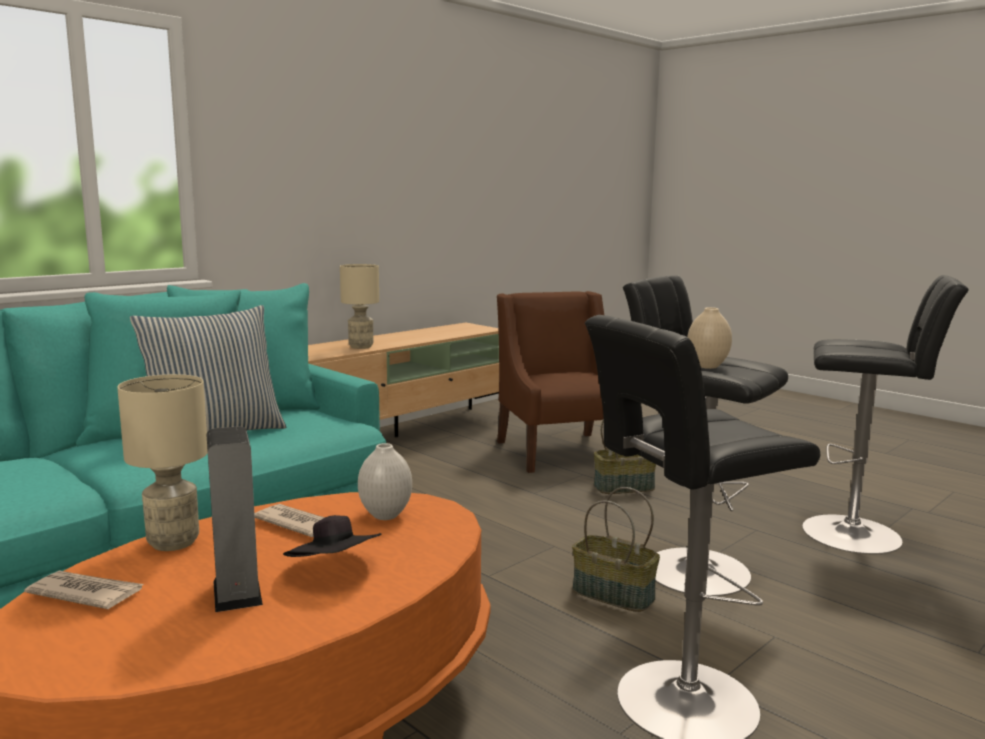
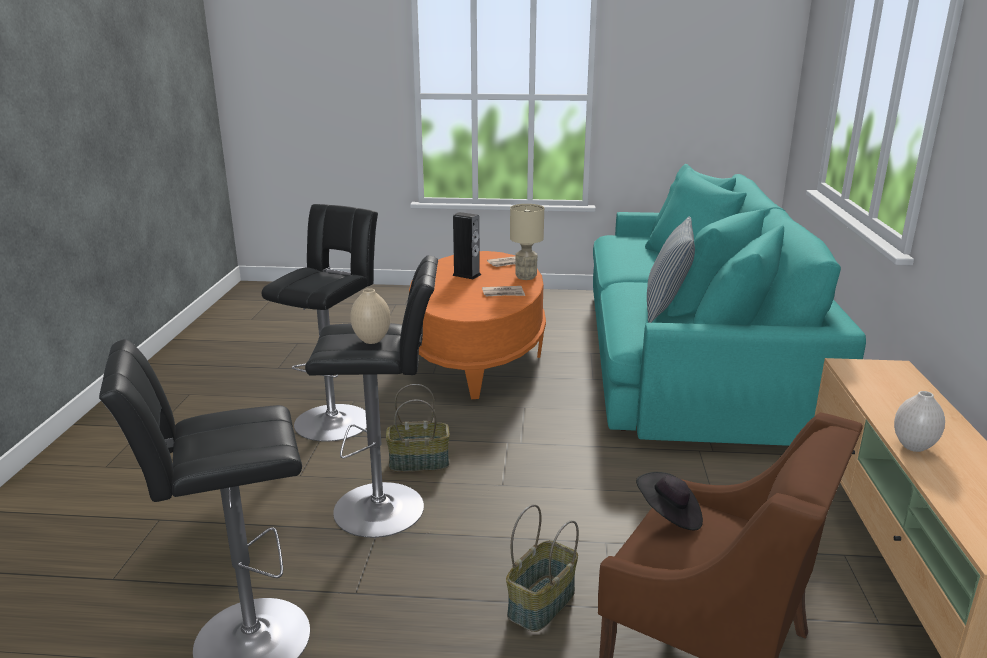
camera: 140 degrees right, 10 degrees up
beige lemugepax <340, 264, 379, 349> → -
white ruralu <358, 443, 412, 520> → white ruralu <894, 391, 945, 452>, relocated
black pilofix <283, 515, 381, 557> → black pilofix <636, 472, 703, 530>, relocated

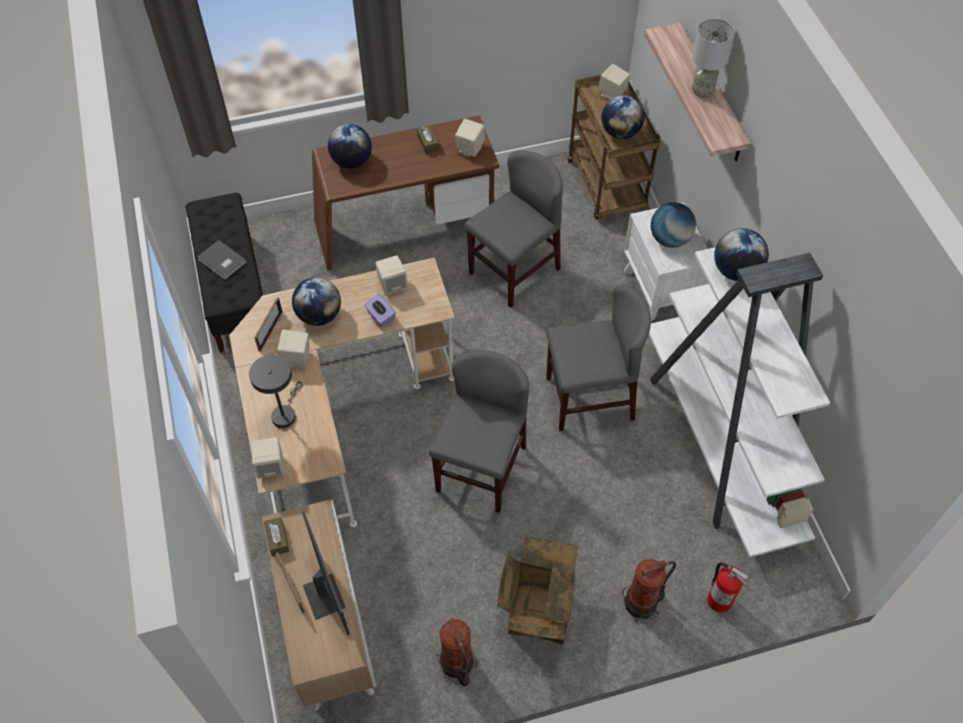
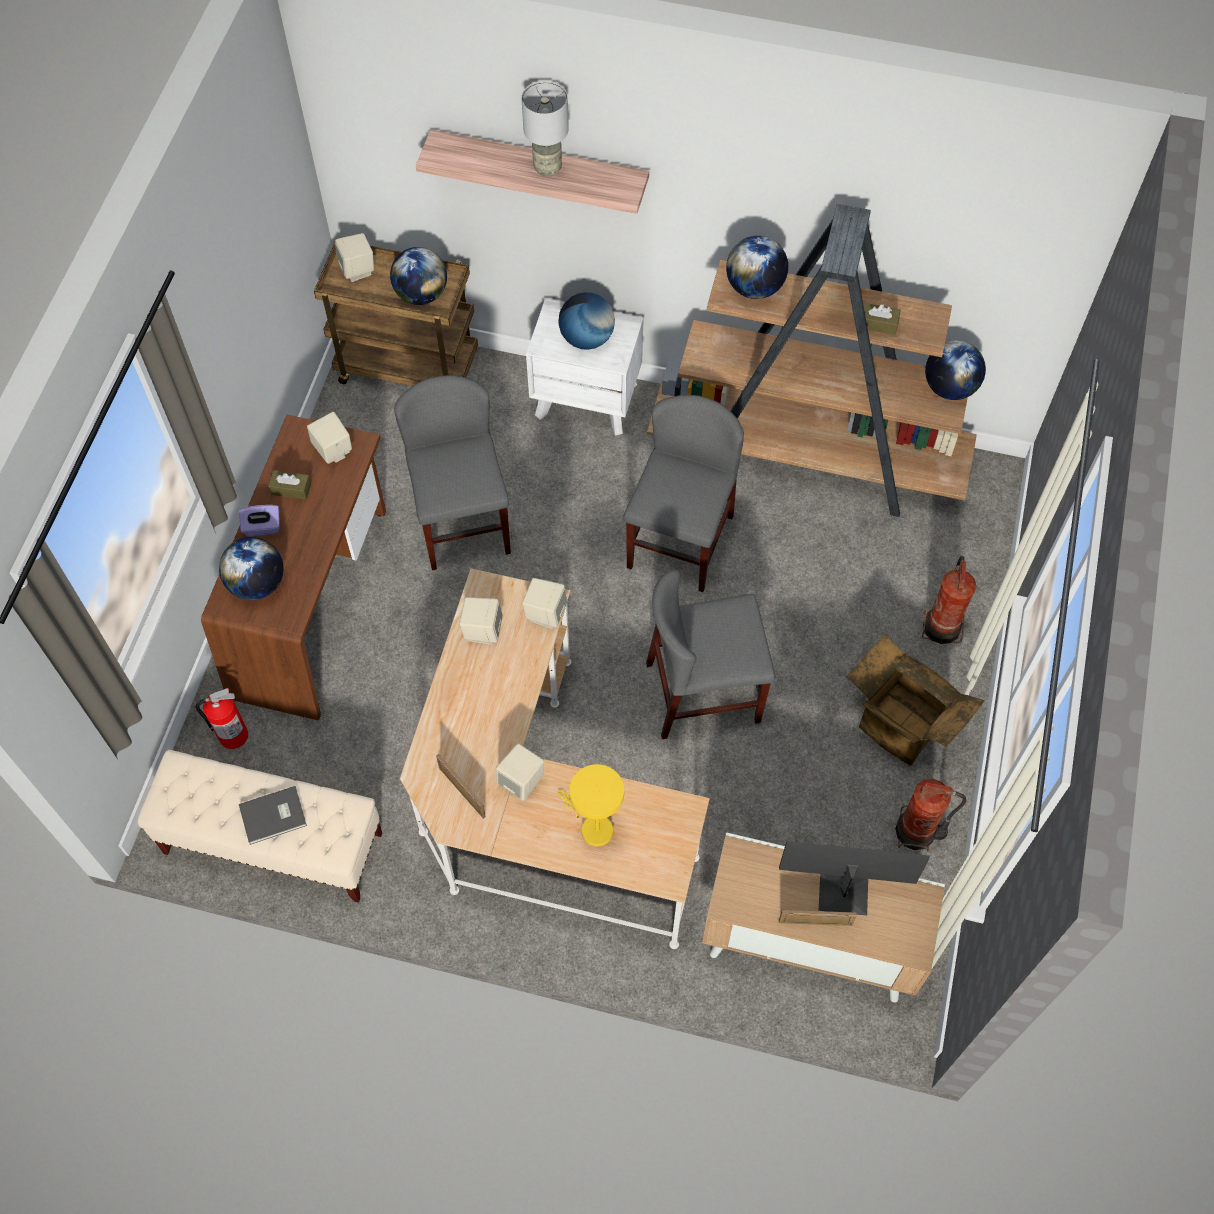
camera: 60 degrees left, 5 degrees up
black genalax <186, 193, 263, 352> → beige genalax <138, 750, 382, 903>
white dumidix <649, 247, 830, 558> → brown dumidix <647, 204, 977, 517>
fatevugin <292, 277, 341, 326> → fatevugin <925, 340, 986, 400>, relocated
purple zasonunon <364, 293, 396, 327> → purple zasonunon <239, 505, 280, 536>, relocated
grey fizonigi <429, 350, 529, 513> → grey fizonigi <646, 569, 775, 739>, 60 degrees counterclockwise
grey lemugepax <249, 355, 303, 428> → yellow lemugepax <558, 764, 624, 846>
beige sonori <252, 437, 285, 478> → beige sonori <522, 578, 567, 629>, relocated
brown zasonunon <264, 517, 289, 556> → brown zasonunon <863, 303, 901, 335>, relocated
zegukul <707, 562, 748, 613> → zegukul <196, 688, 248, 749>, relocated

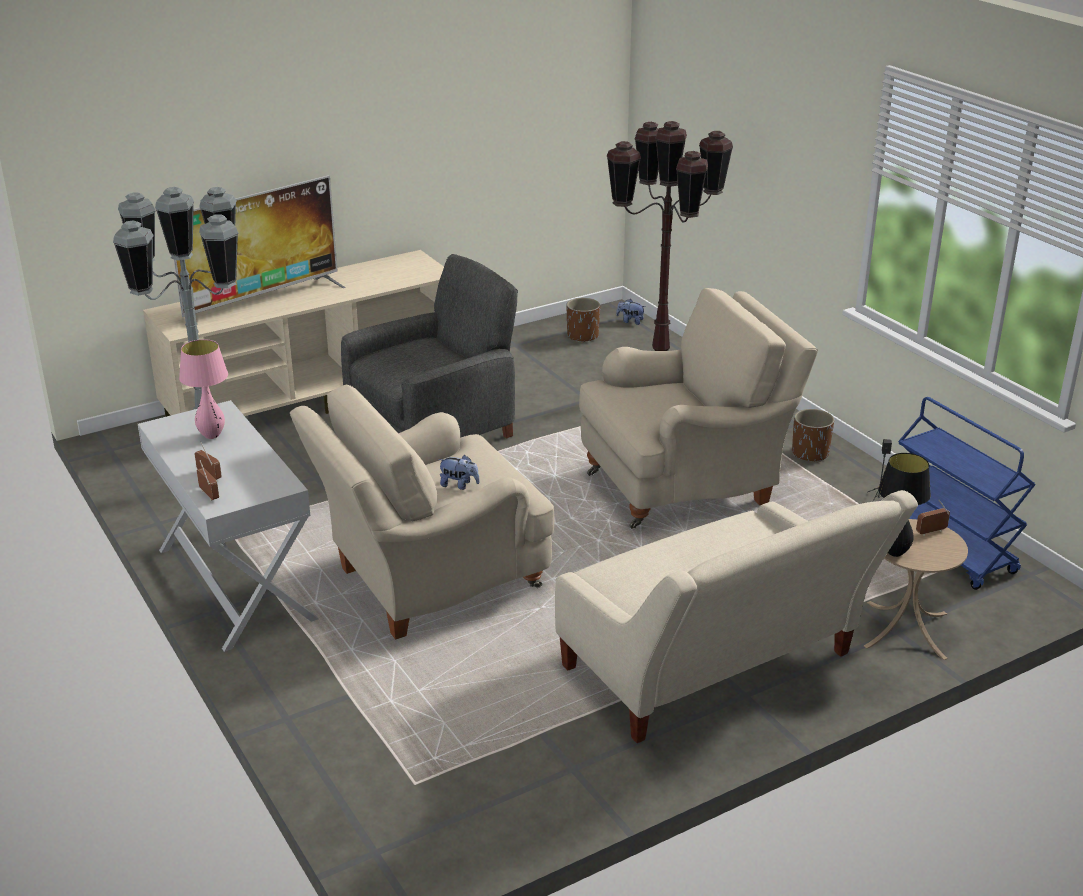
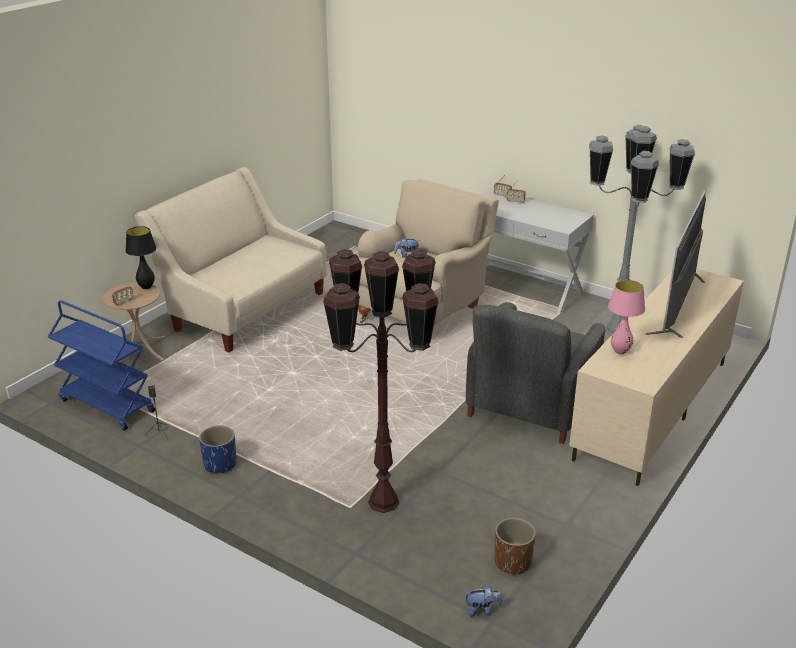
camera: 155 degrees right, 0 degrees up
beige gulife <579, 288, 818, 529> → -
pink lemugepax <179, 339, 228, 439> → pink lemugepax <608, 280, 645, 355>, relocated
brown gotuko <792, 409, 834, 463> → blue gotuko <199, 425, 236, 473>

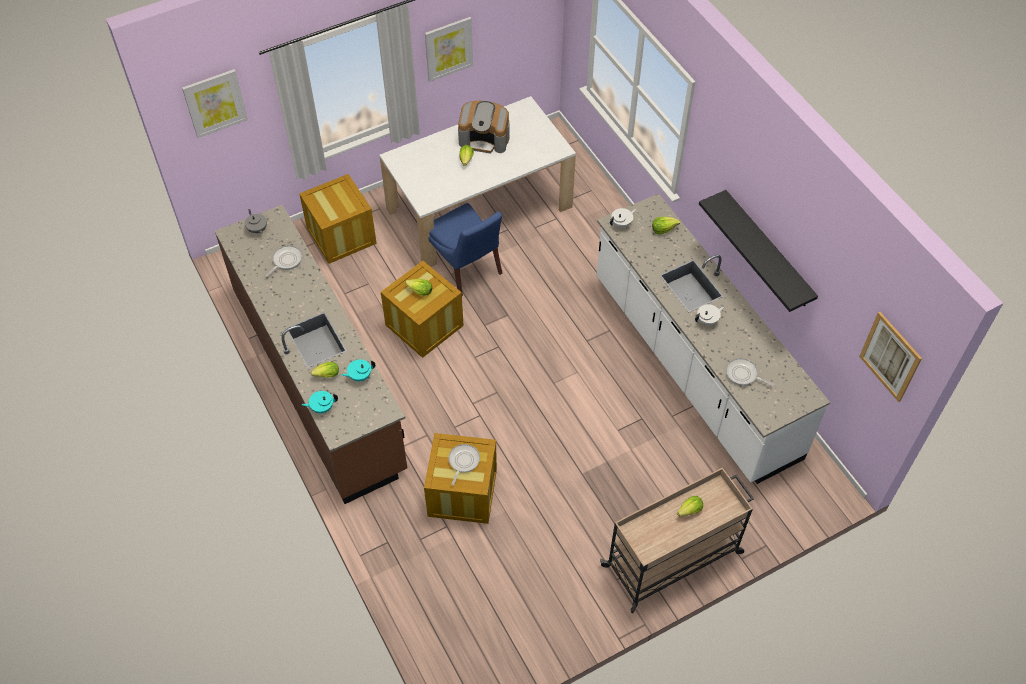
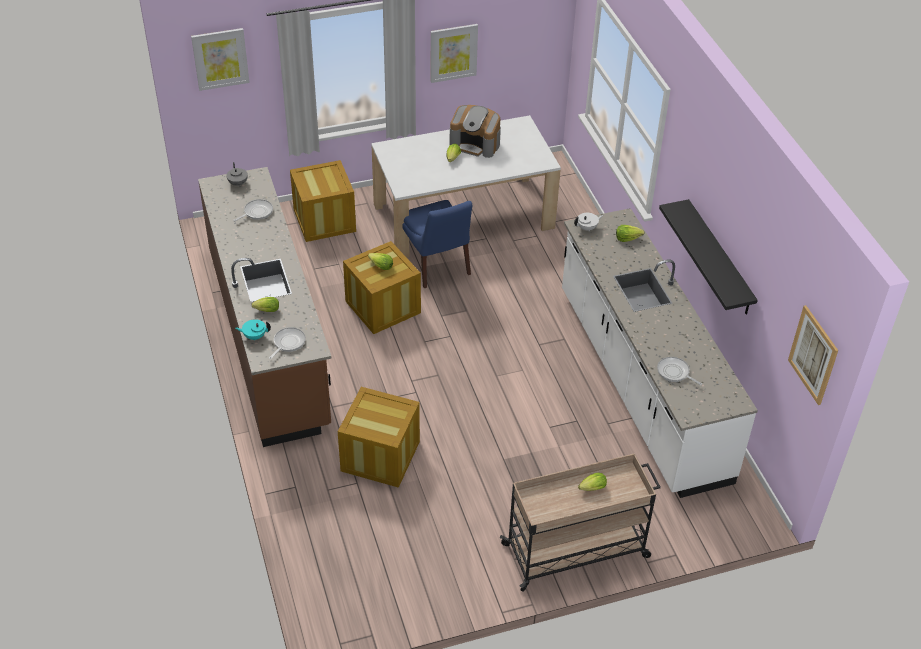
camera: 10 degrees right, 10 degrees down
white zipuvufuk <695, 304, 724, 326> → -
turquoise zipuvufuk <341, 359, 375, 381> → -
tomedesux <448, 444, 480, 486> → tomedesux <269, 327, 306, 359>, relocated

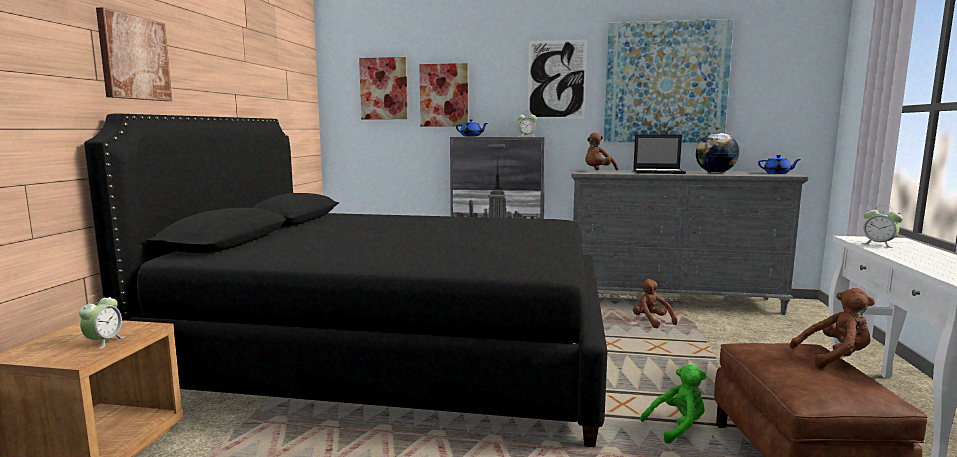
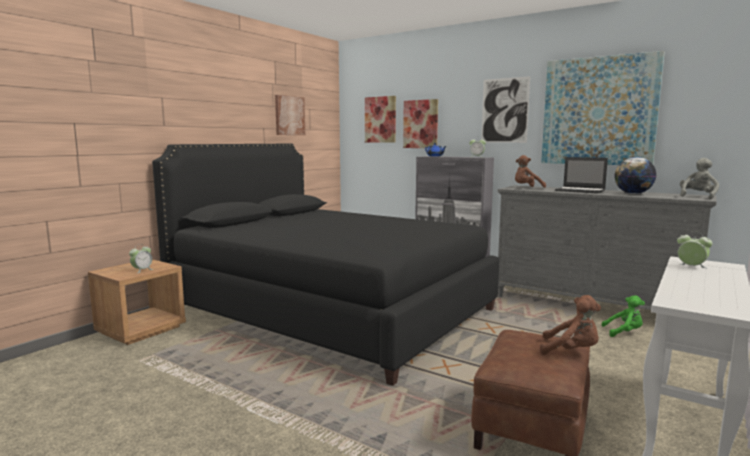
camera: 25 degrees right, 0 degrees up
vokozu <96, 7, 172, 101> → vokozu <275, 95, 305, 135>, relocated
blue zipuvufuk <758, 155, 801, 174> → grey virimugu <680, 158, 719, 200>
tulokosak <861, 205, 903, 248> → tulokosak <677, 231, 713, 268>, 150 degrees clockwise
brown virimugu <633, 279, 678, 328> → -
green virimugu <640, 364, 706, 444> → green virimugu <602, 295, 645, 337>, relocated

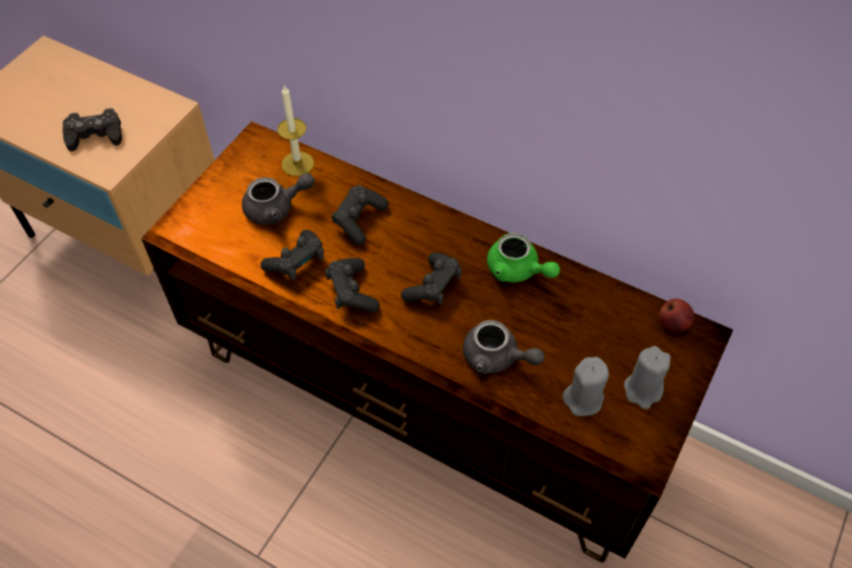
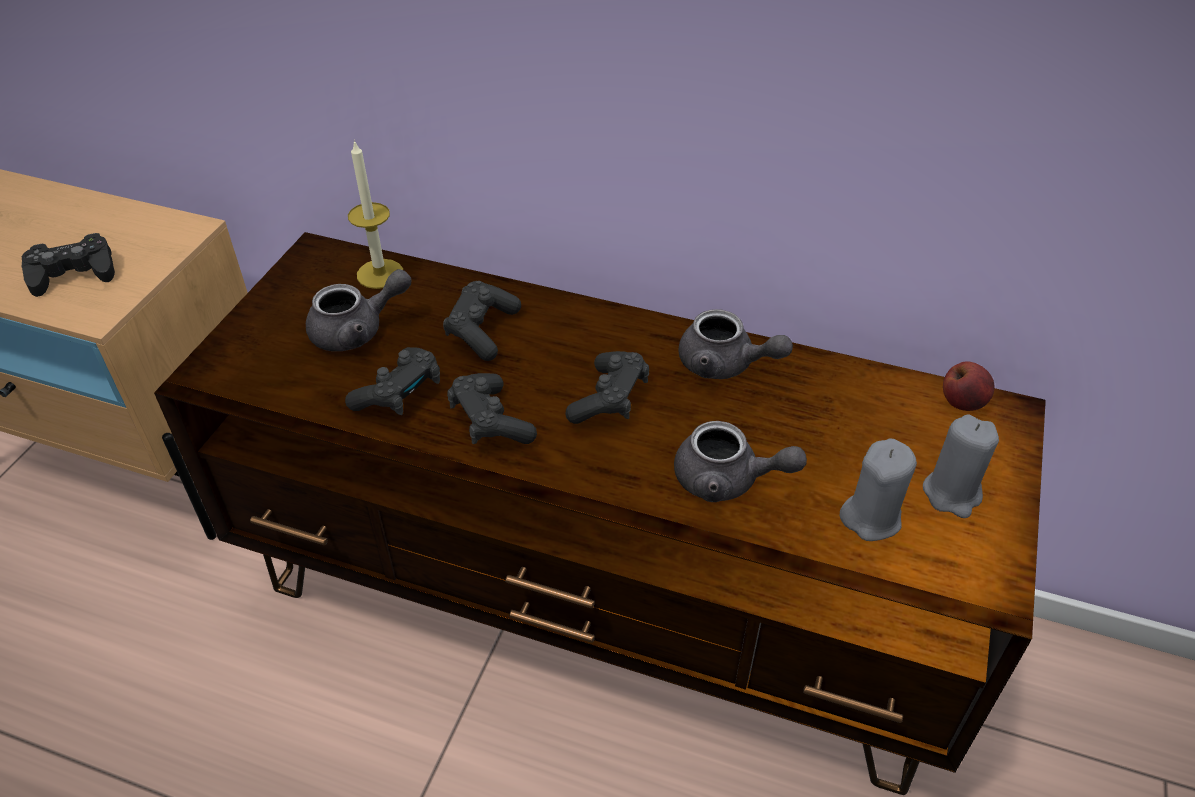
camera: 10 degrees left, 10 degrees down
green zipuvufuk <487, 233, 560, 282> → grey zipuvufuk <678, 309, 793, 379>

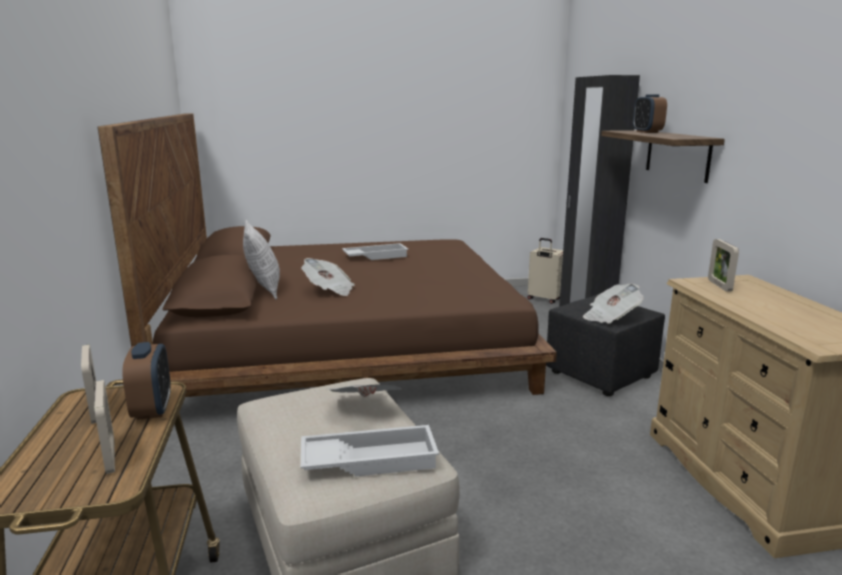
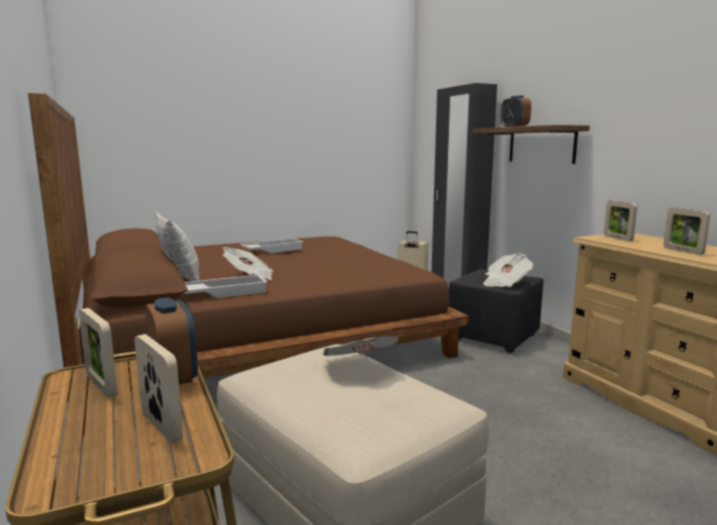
camera: 15 degrees left, 5 degrees down
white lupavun <301, 425, 439, 477> → white lupavun <184, 275, 268, 298>, relocated
- → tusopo <663, 208, 710, 255>

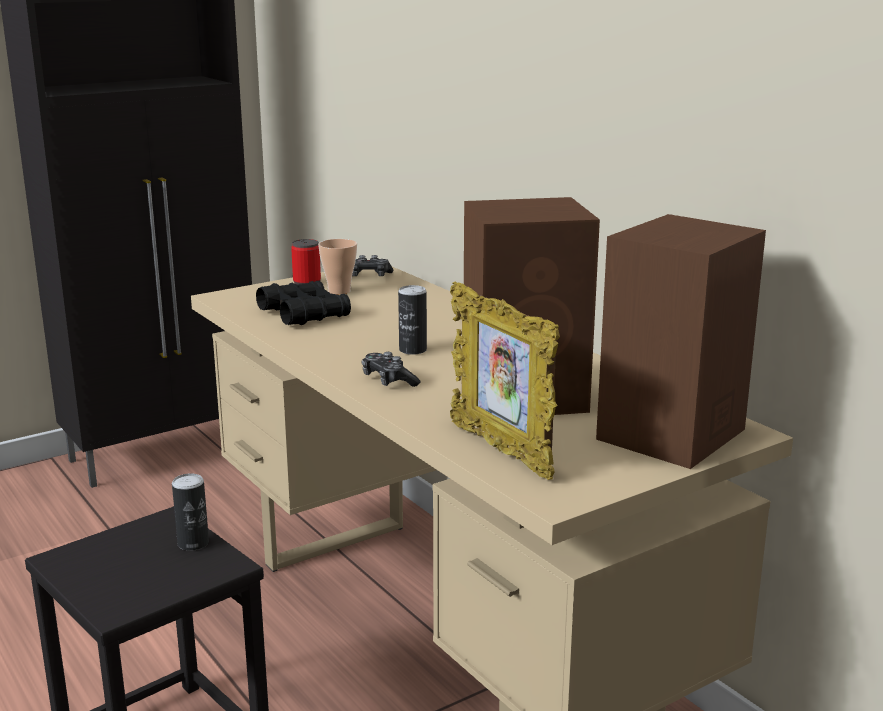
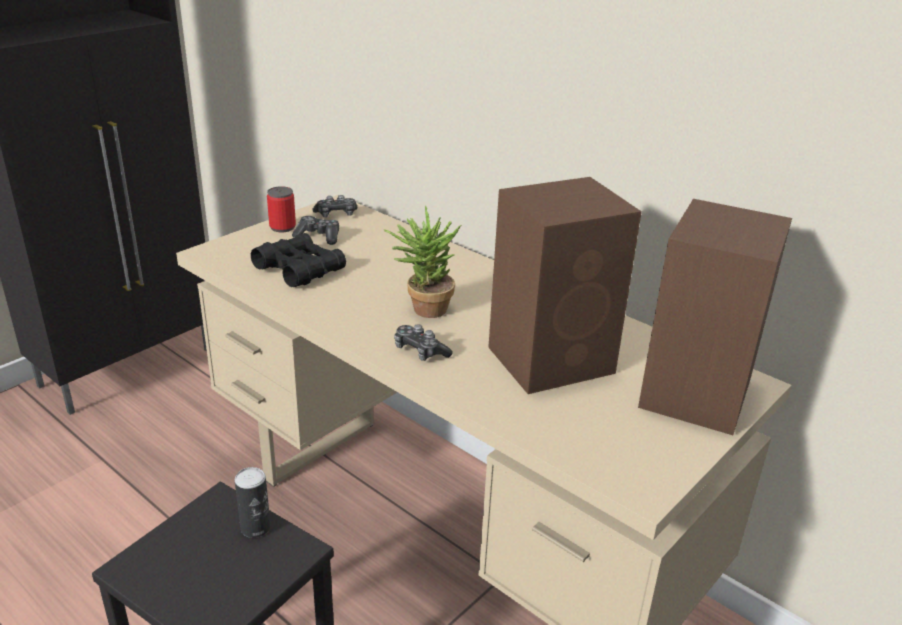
camera: 15 degrees left, 10 degrees up
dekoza <318, 239, 357, 295> → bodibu <292, 216, 339, 245>
tusopo <450, 281, 560, 480> → -
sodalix <398, 285, 427, 355> → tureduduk <384, 205, 461, 318>

